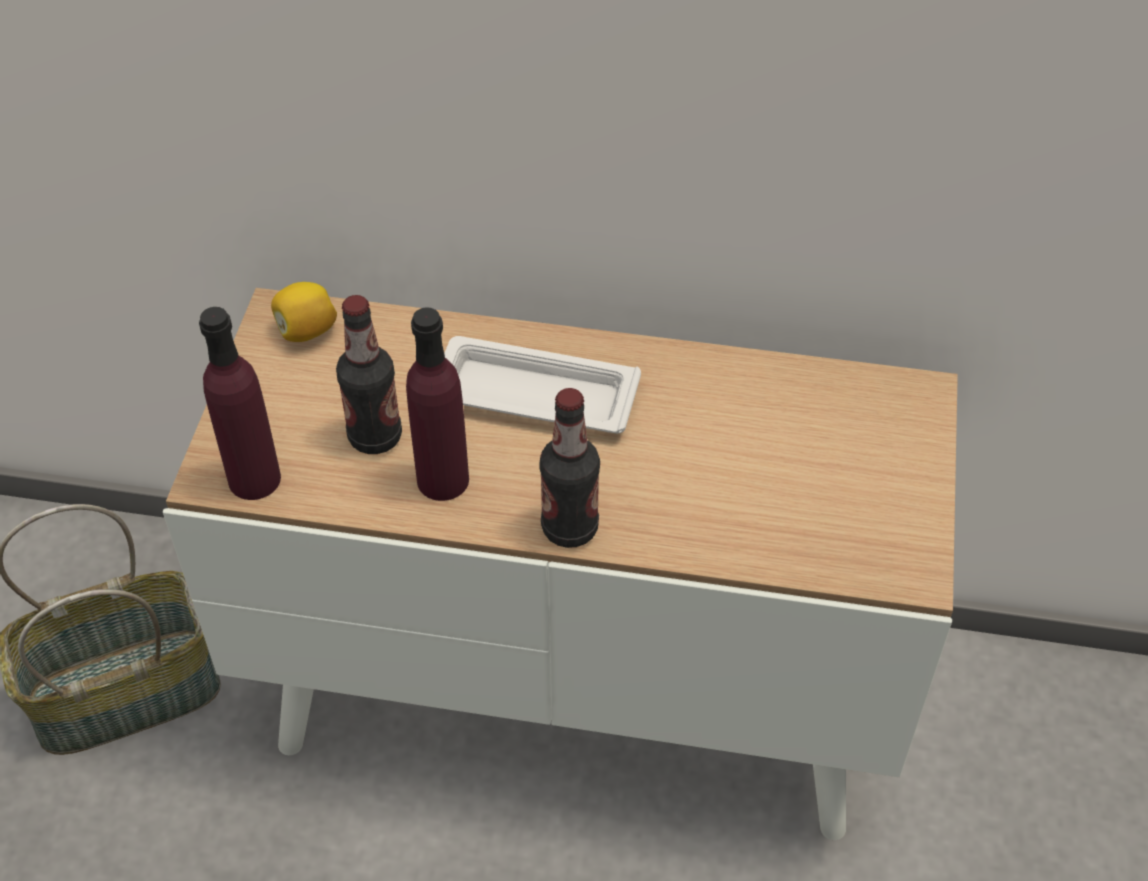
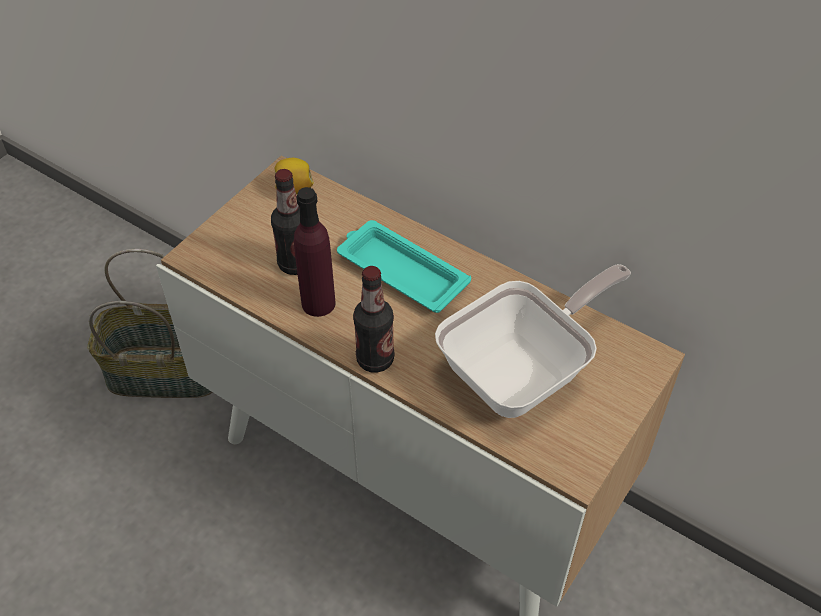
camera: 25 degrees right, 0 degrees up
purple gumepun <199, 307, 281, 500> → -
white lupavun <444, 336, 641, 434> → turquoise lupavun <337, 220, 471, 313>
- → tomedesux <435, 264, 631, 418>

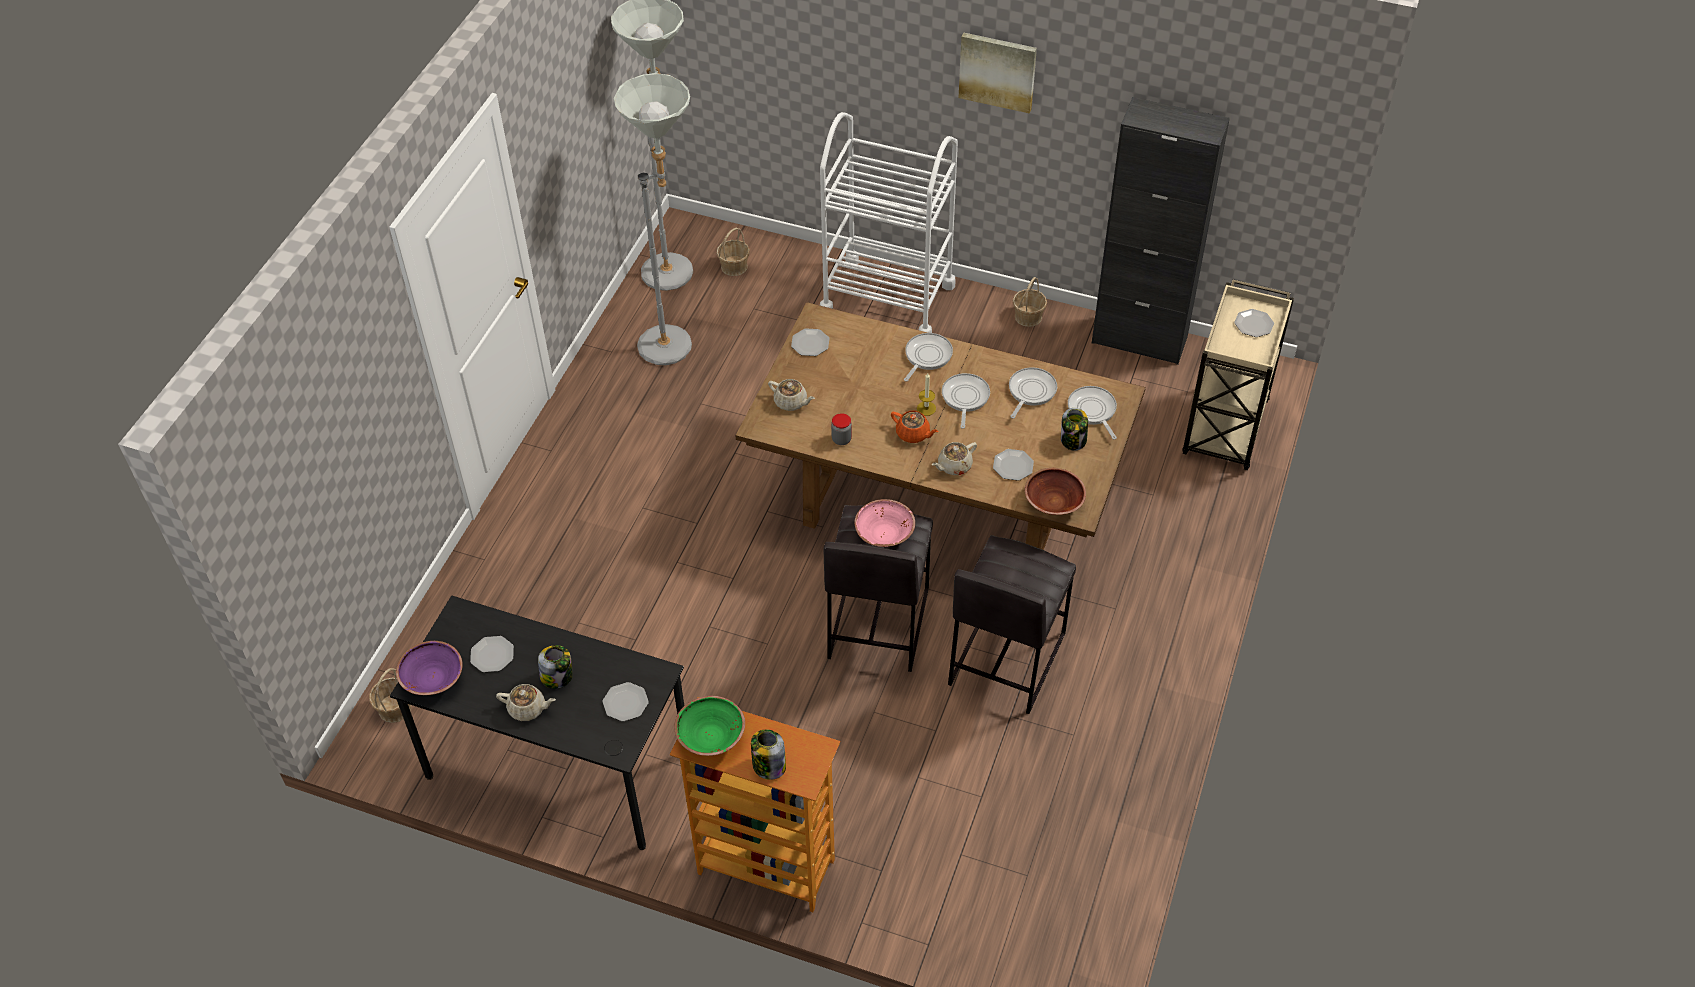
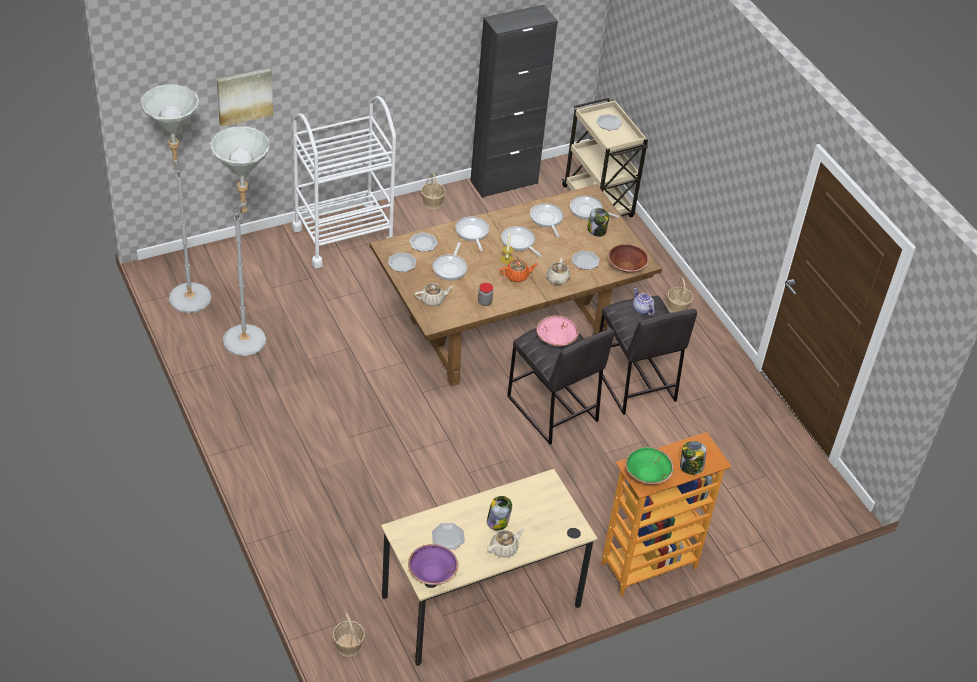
camera: 50 degrees left, 5 degrees down
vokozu <959, 32, 1037, 114> → vokozu <217, 68, 273, 127>, relocated
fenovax <716, 228, 750, 276> → fenovax <667, 277, 693, 313>, relocated
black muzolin <390, 595, 684, 850> → beige muzolin <381, 469, 598, 666>
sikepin <602, 682, 649, 722> → sikepin <409, 232, 438, 252>, relocated
- → tomedesux <433, 242, 467, 280>
- → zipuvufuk <633, 288, 655, 316>

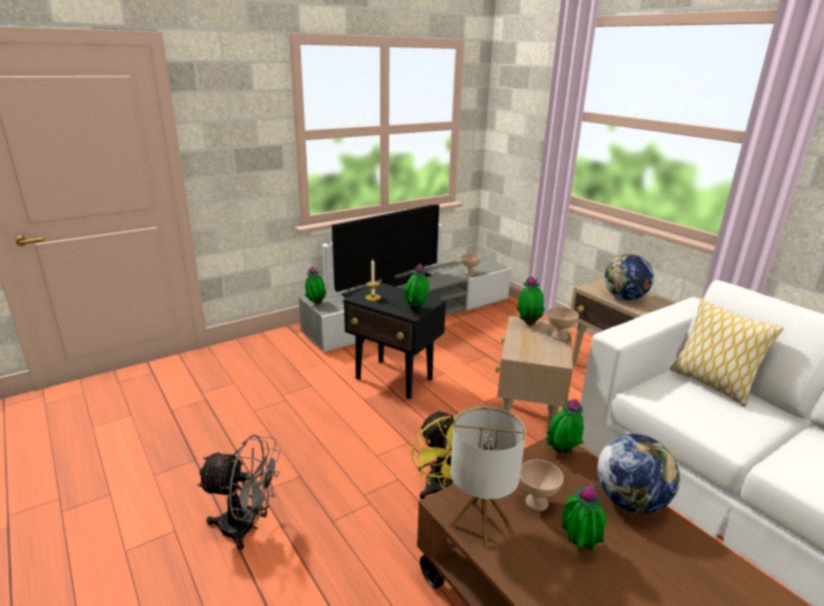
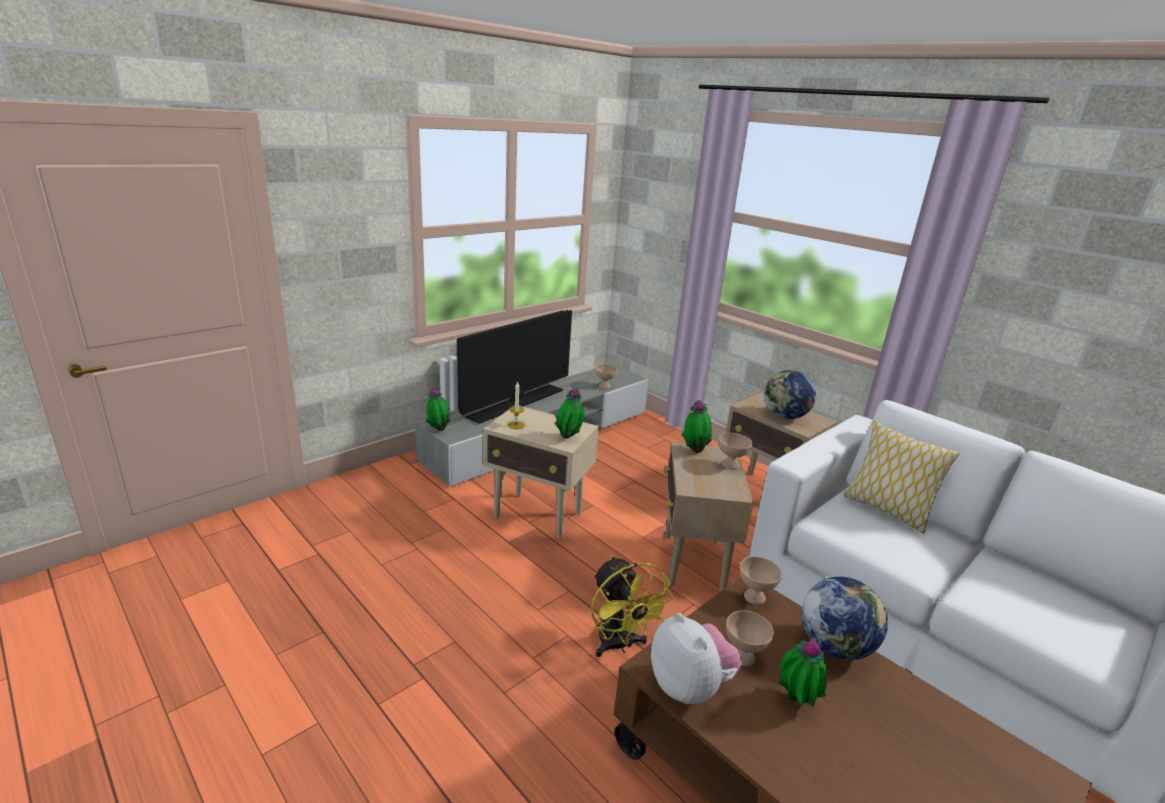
camera: 10 degrees left, 0 degrees up
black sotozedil <344, 282, 446, 399> → beige sotozedil <483, 405, 599, 539>
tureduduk <546, 399, 584, 453> → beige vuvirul <740, 556, 782, 605>
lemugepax <450, 406, 526, 549> → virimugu <651, 613, 742, 704>
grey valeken <197, 434, 280, 550> → -

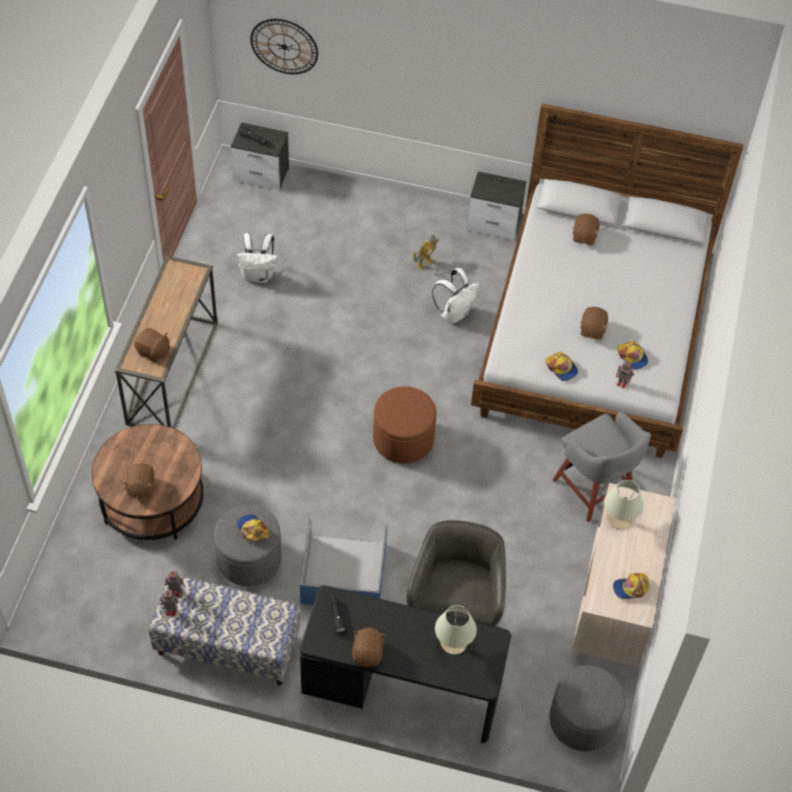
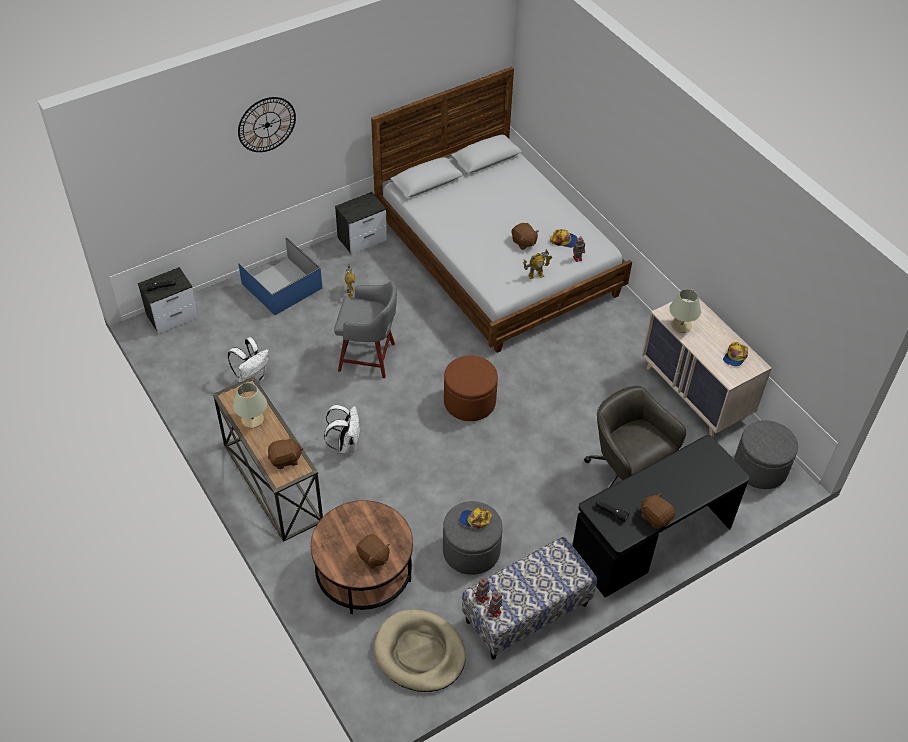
camera: 45 degrees left, 5 degrees down
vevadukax <250, 19, 318, 74> → vevadukax <238, 97, 296, 152>, relocated
brown virimugu <573, 214, 599, 245> → -
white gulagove <432, 268, 479, 324> → white gulagove <324, 405, 361, 454>, relocated
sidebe <546, 352, 578, 381> → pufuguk <523, 249, 552, 279>
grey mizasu <553, 412, 651, 522> → grey mizasu <334, 280, 397, 378>, relocated
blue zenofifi <300, 517, 388, 605> → blue zenofifi <238, 237, 322, 315>, relocated
beige lemugepax <435, 605, 477, 654> → beige lemugepax <233, 383, 267, 428>, relocated
- → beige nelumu <374, 609, 466, 692>

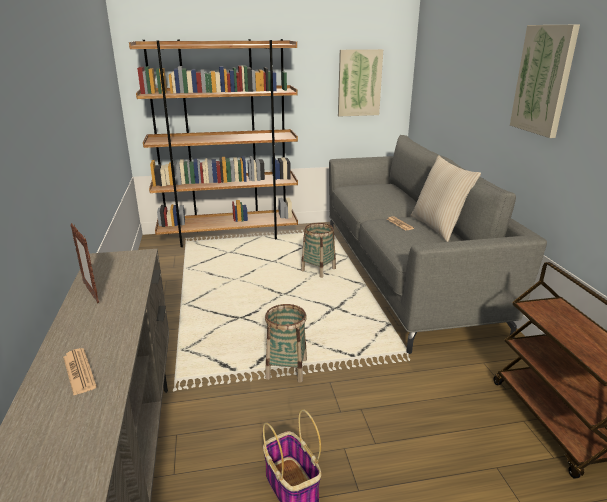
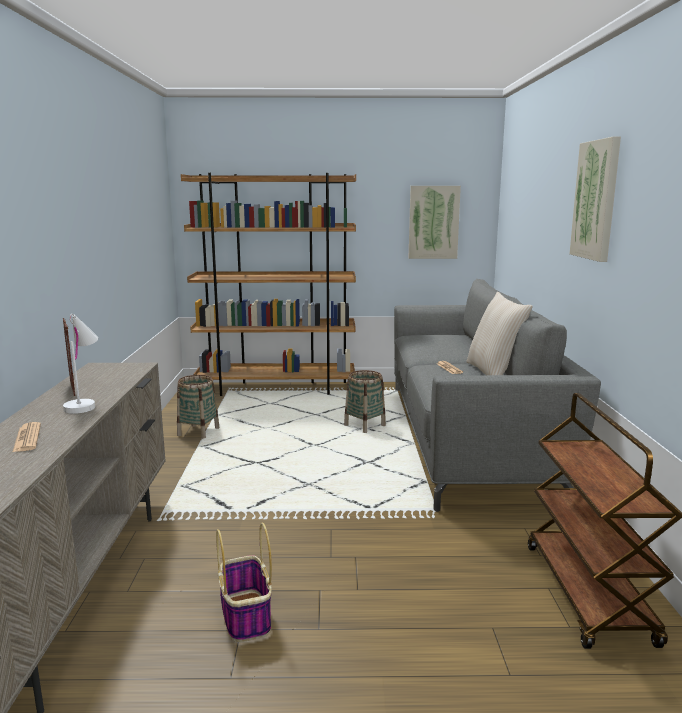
camera: 10 degrees right, 10 degrees down
fenovax <265, 304, 307, 383> → fenovax <177, 375, 219, 439>, relocated
- → white lemugepax <63, 314, 98, 414>

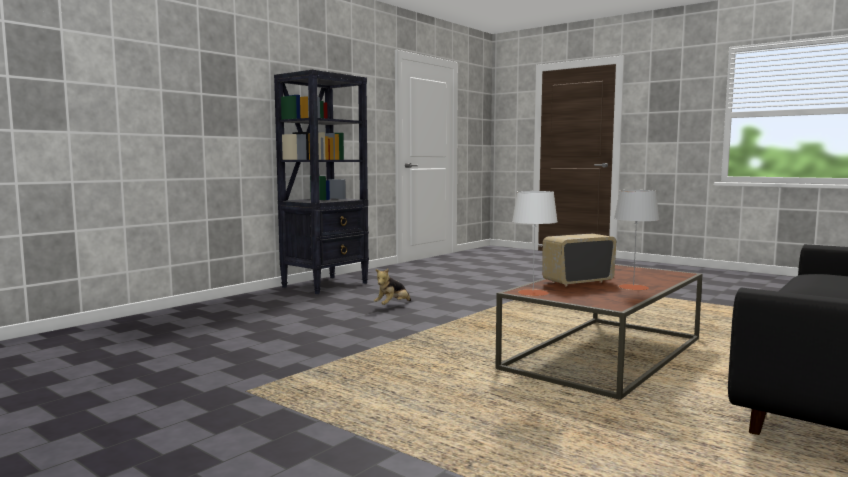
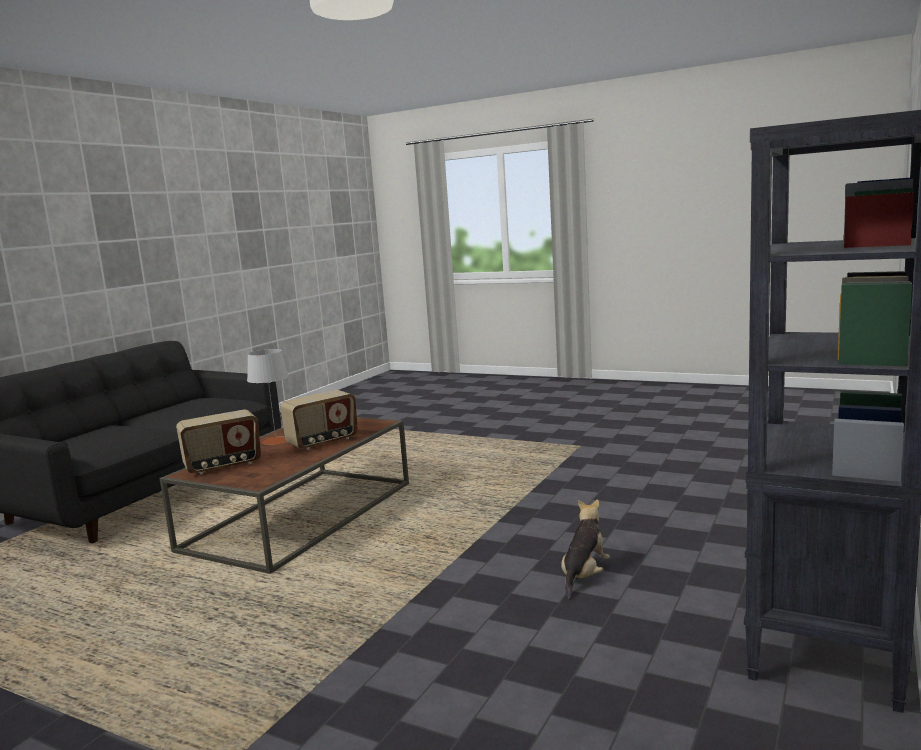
camera: 170 degrees right, 5 degrees up
white lemugepax <512, 191, 558, 296> → -
- → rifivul <176, 409, 261, 475>

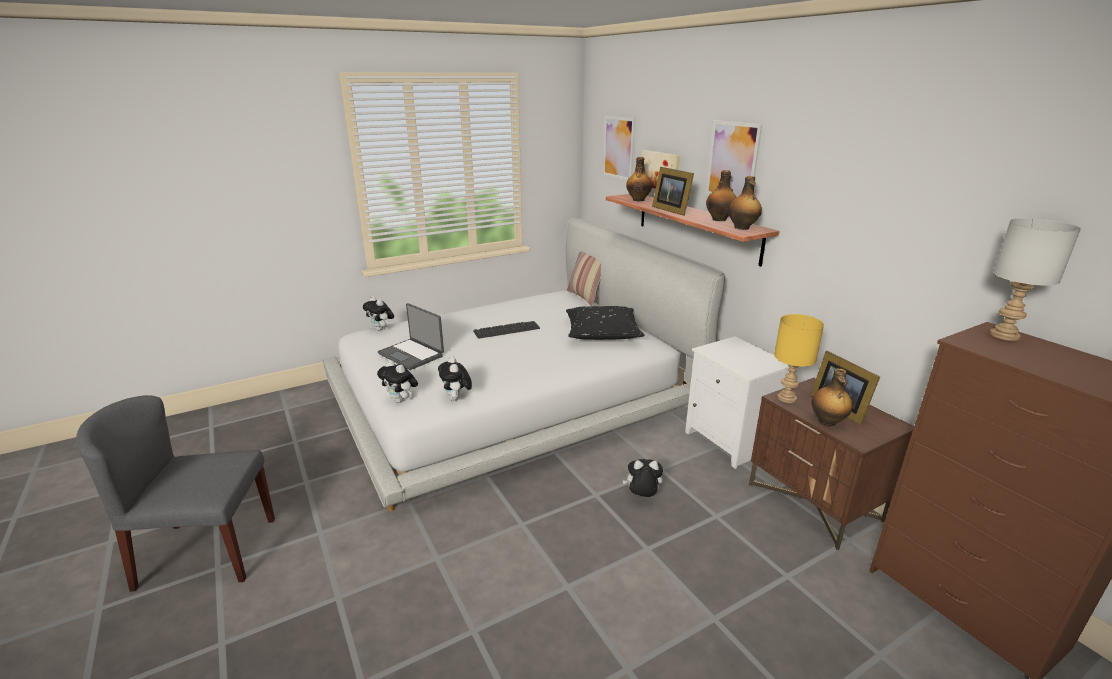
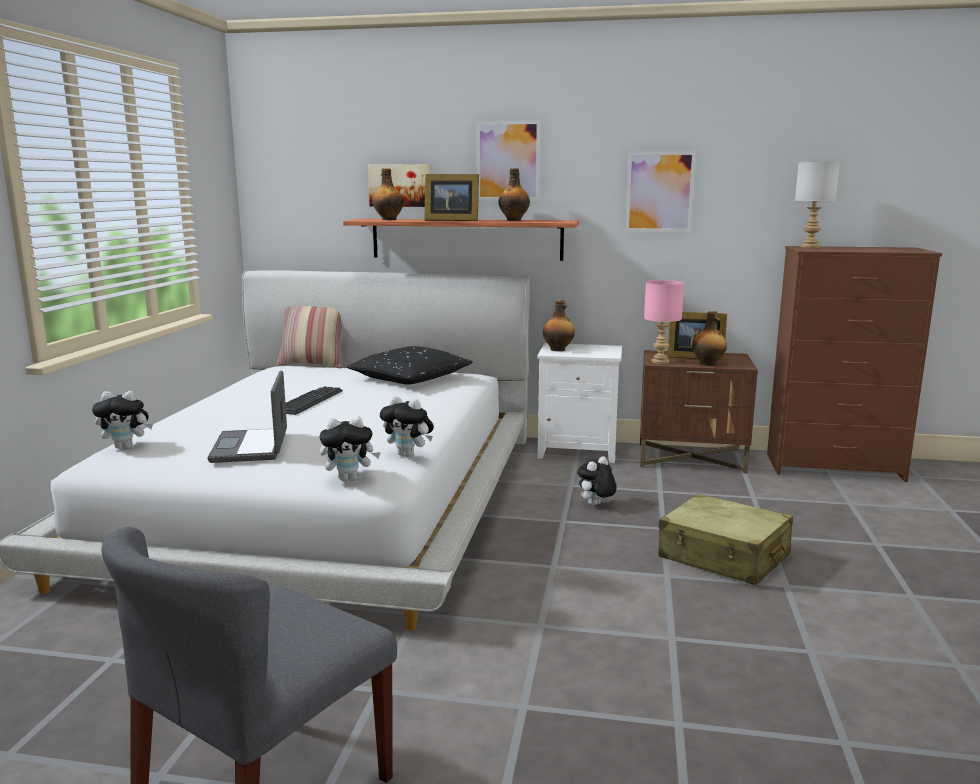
camera: 50 degrees left, 10 degrees down
vokozu <603, 116, 635, 180> → vokozu <625, 151, 696, 232>, relocated
gumepun <728, 176, 762, 230> → gumepun <543, 299, 575, 351>, relocated
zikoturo <378, 303, 444, 370> → zikoturo <207, 371, 287, 463>, 90 degrees clockwise
yellow lemugepax <774, 314, 824, 403> → pink lemugepax <644, 280, 684, 364>
- → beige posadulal <659, 494, 793, 585>

